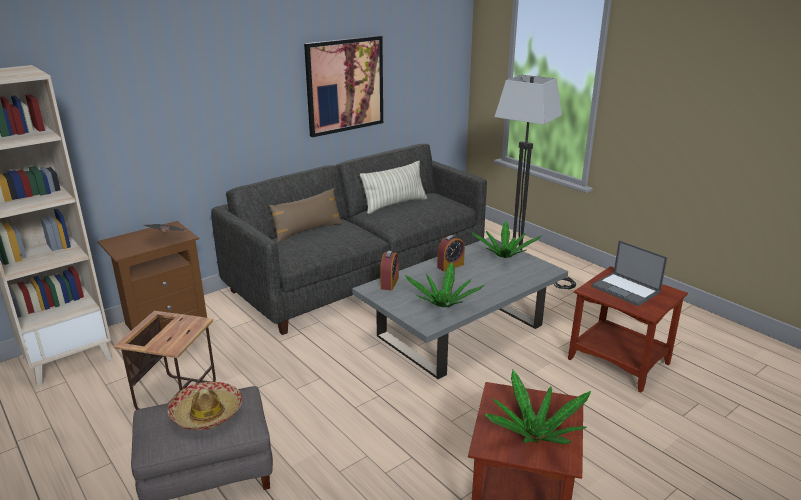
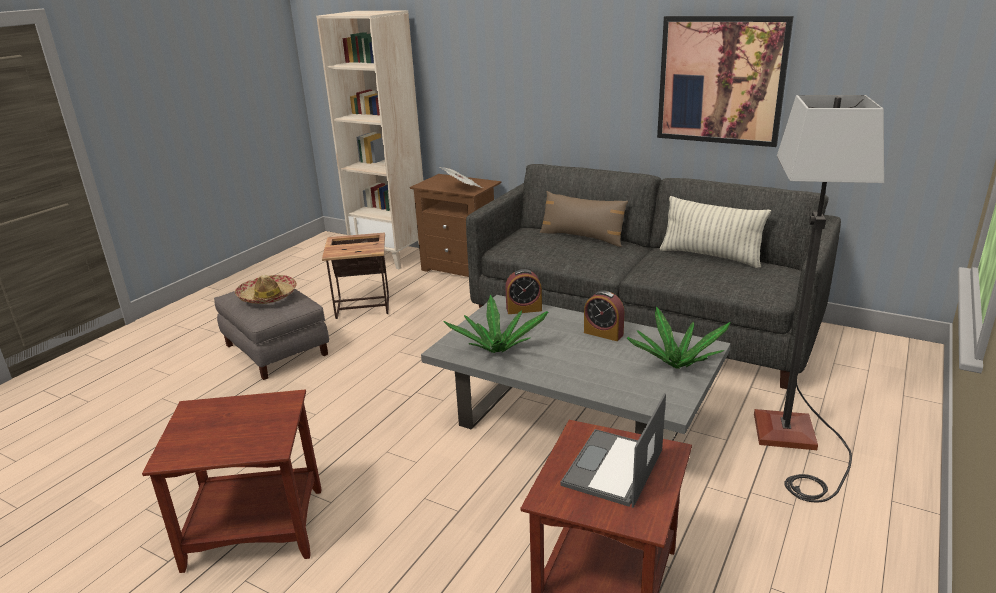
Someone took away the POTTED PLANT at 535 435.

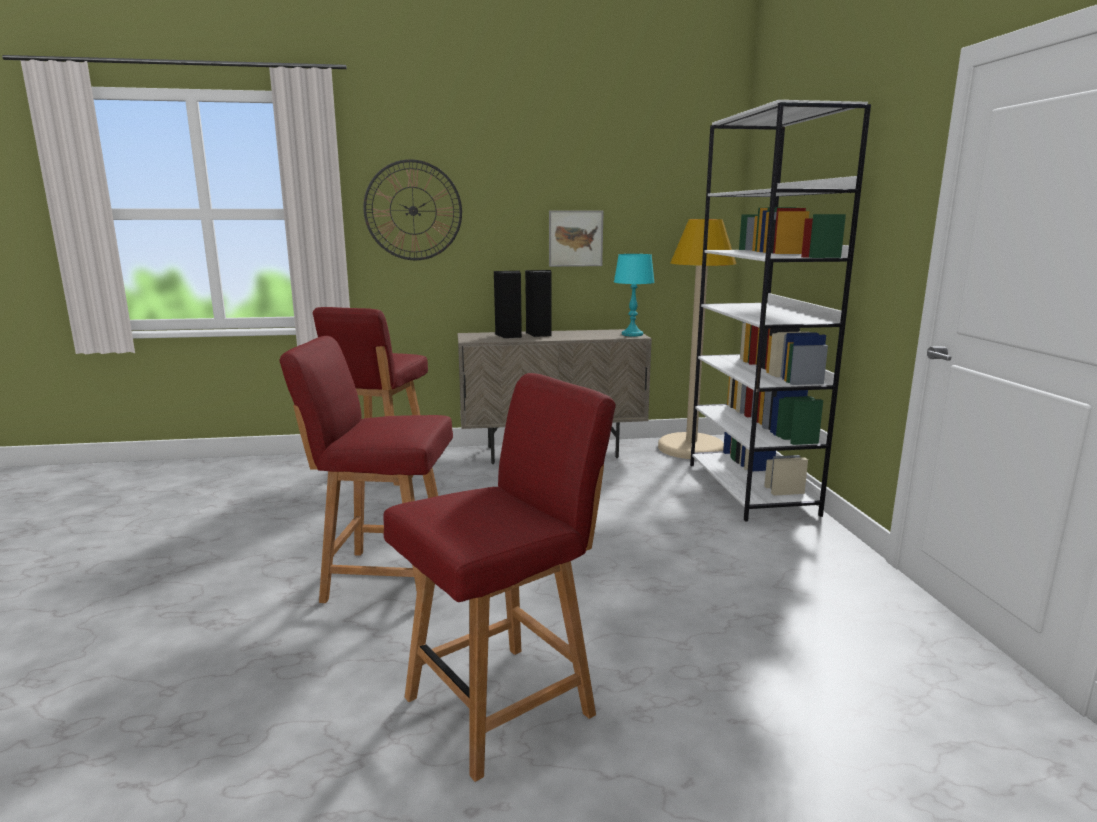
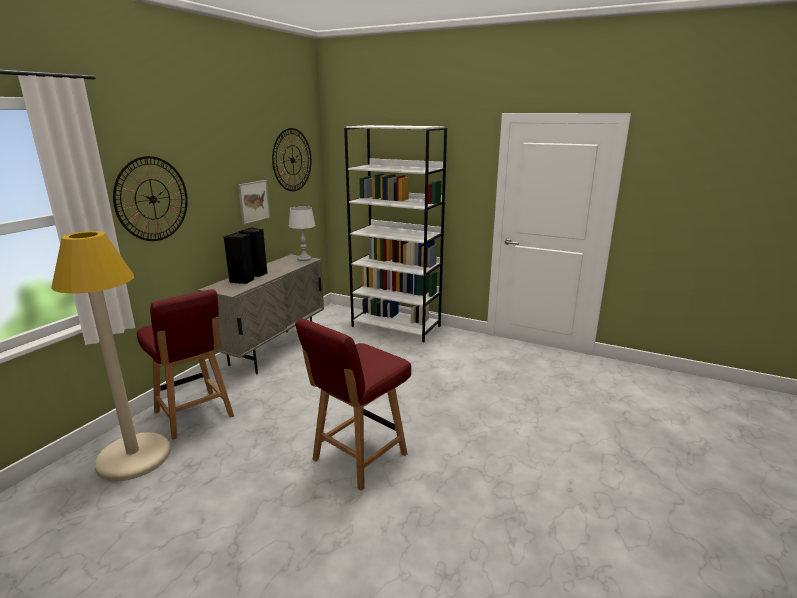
Someone took away the RED-COLOURED UPRIGHT CHAIR at 503 704. Someone repainted the BLUE-GREEN TABLETOP LAMP at 632 334, which became the GREYISH TABLETOP LAMP at 304 259. Someone carried the BEIGE-COLOURED STANDARD LAMP from 690 448 to 133 457. Someone put up the HANGING CLOCK at 292 160.

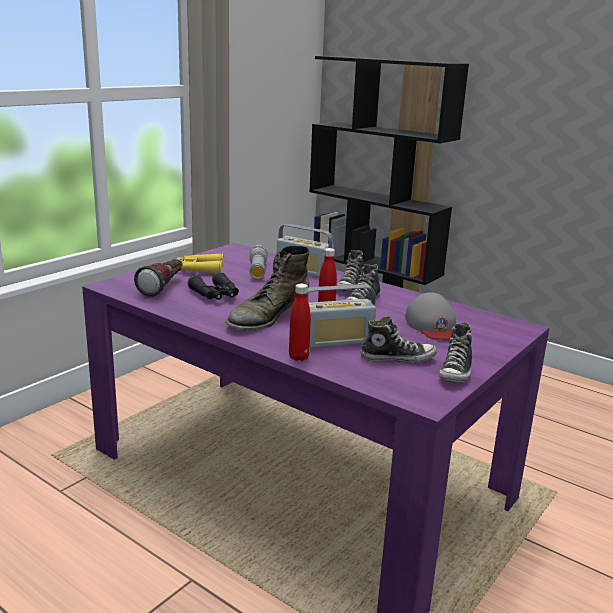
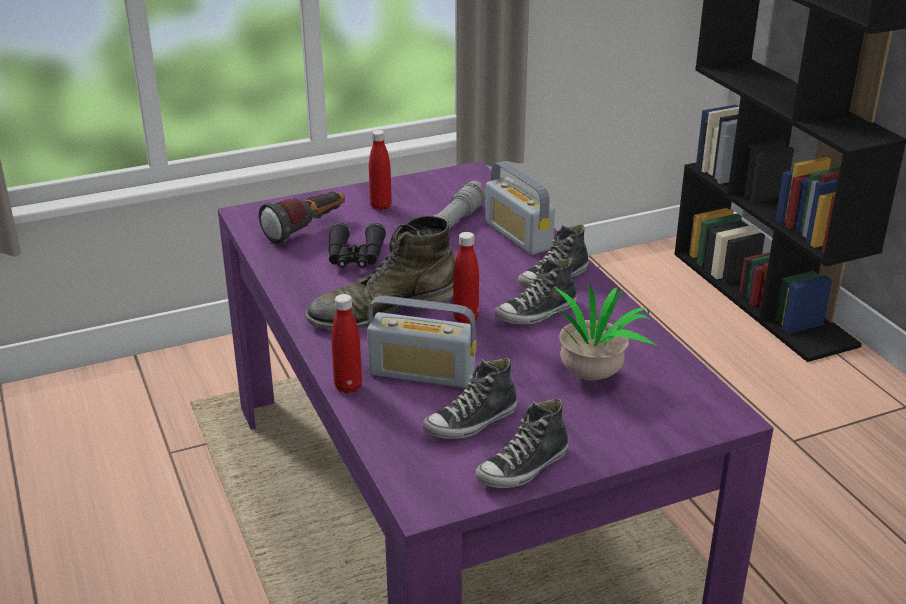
Someone swapped the YELLOW BINOCULARS at 199 270 for the RED-COLOURED BEVERAGE BOTTLE at 381 206. Someone rotated the LOW SHOE at 397 358 by 120 degrees clockwise. Someone swapped the GREYISH BASEBALL CAP at 432 325 for the POTTED PLANT at 588 378.

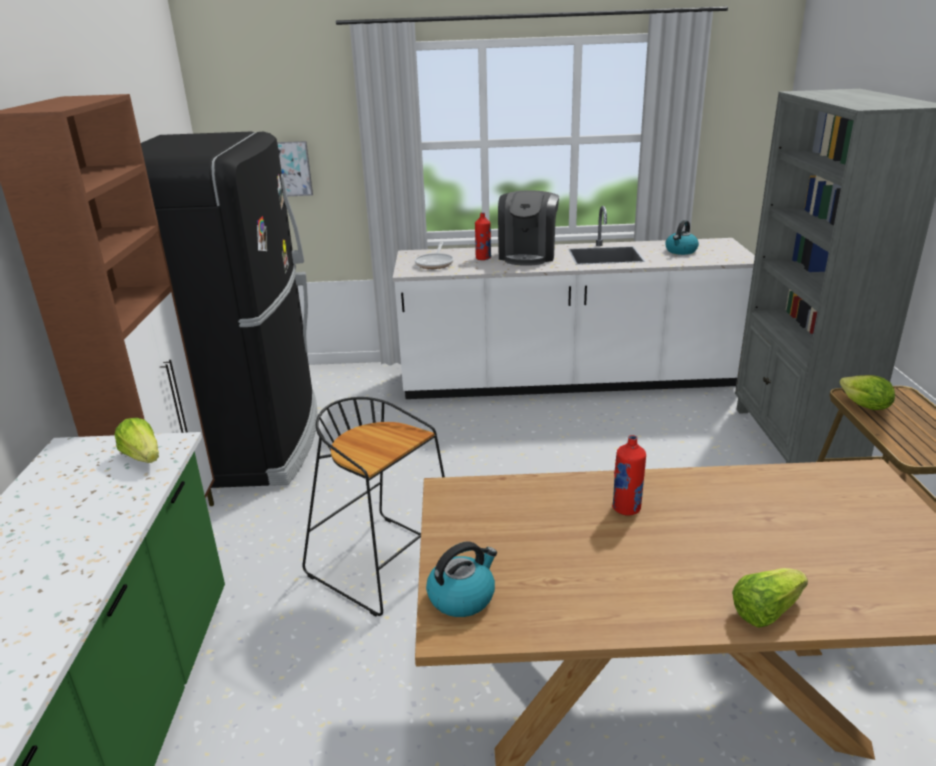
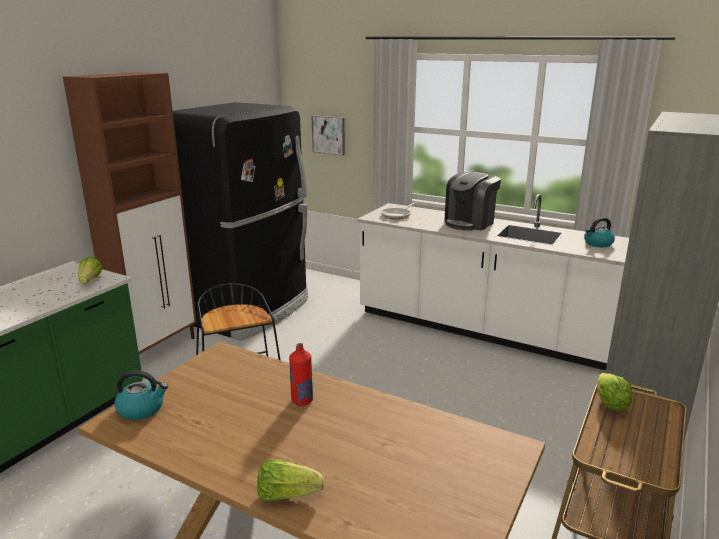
Someone took away the RED-COLOURED BEVERAGE BOTTLE at 483 258.

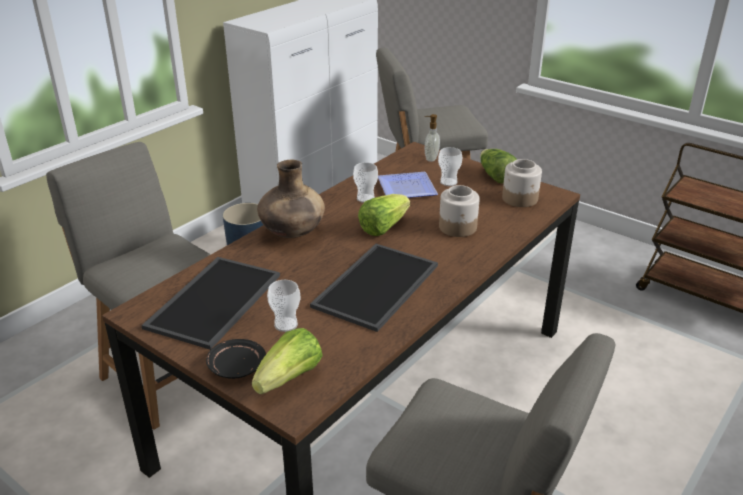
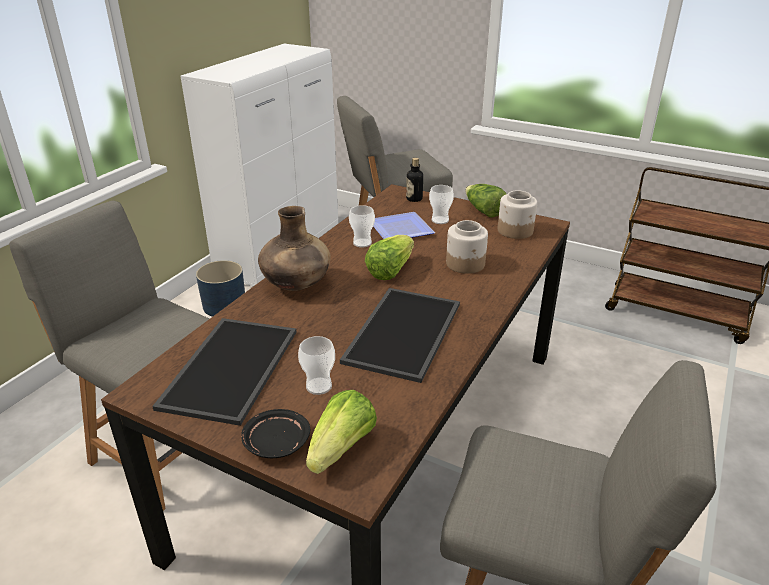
Someone swapped the SOAP DISPENSER at 430 158 for the BEVERAGE BOTTLE at 414 199.

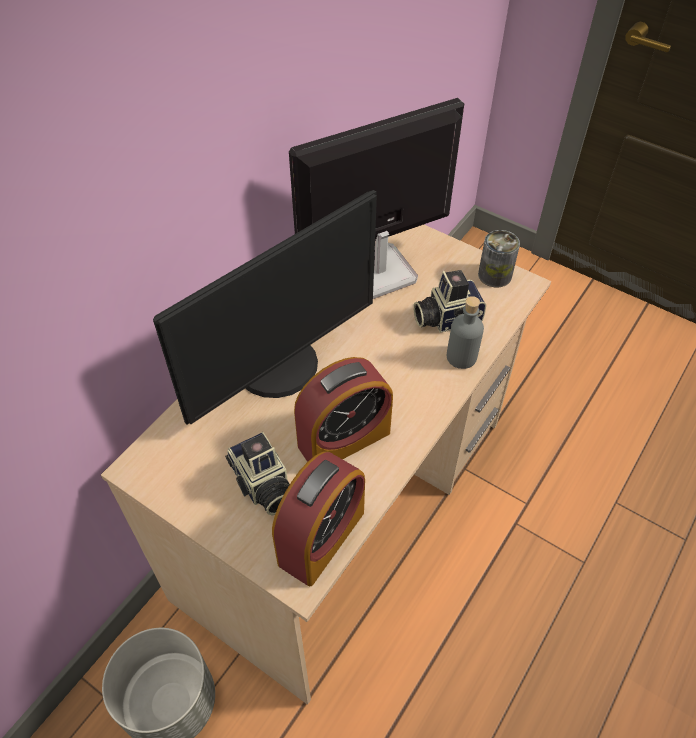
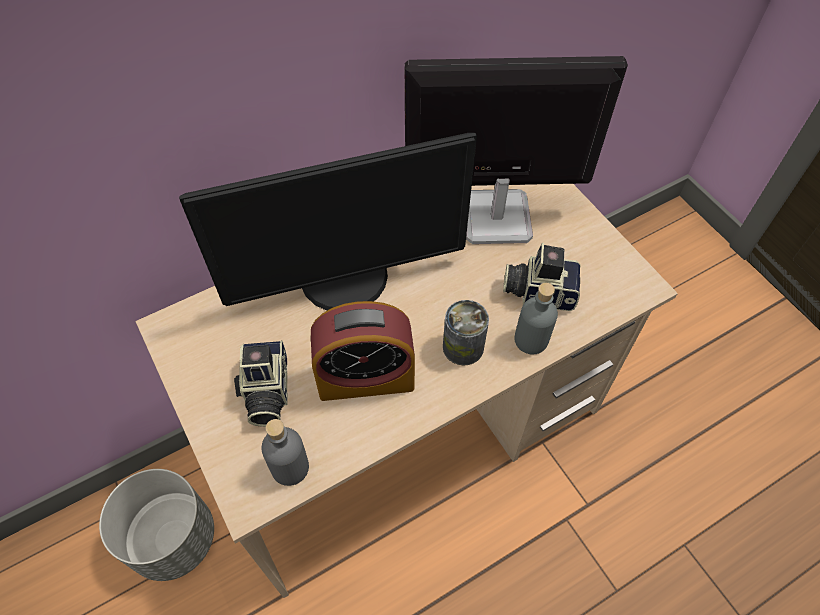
Someone swapped the BEDSIDE CLOCK at 321 537 for the GREYISH BEVERAGE BOTTLE at 290 467. Someone carried the SEALED CAN from 495 275 to 463 347.

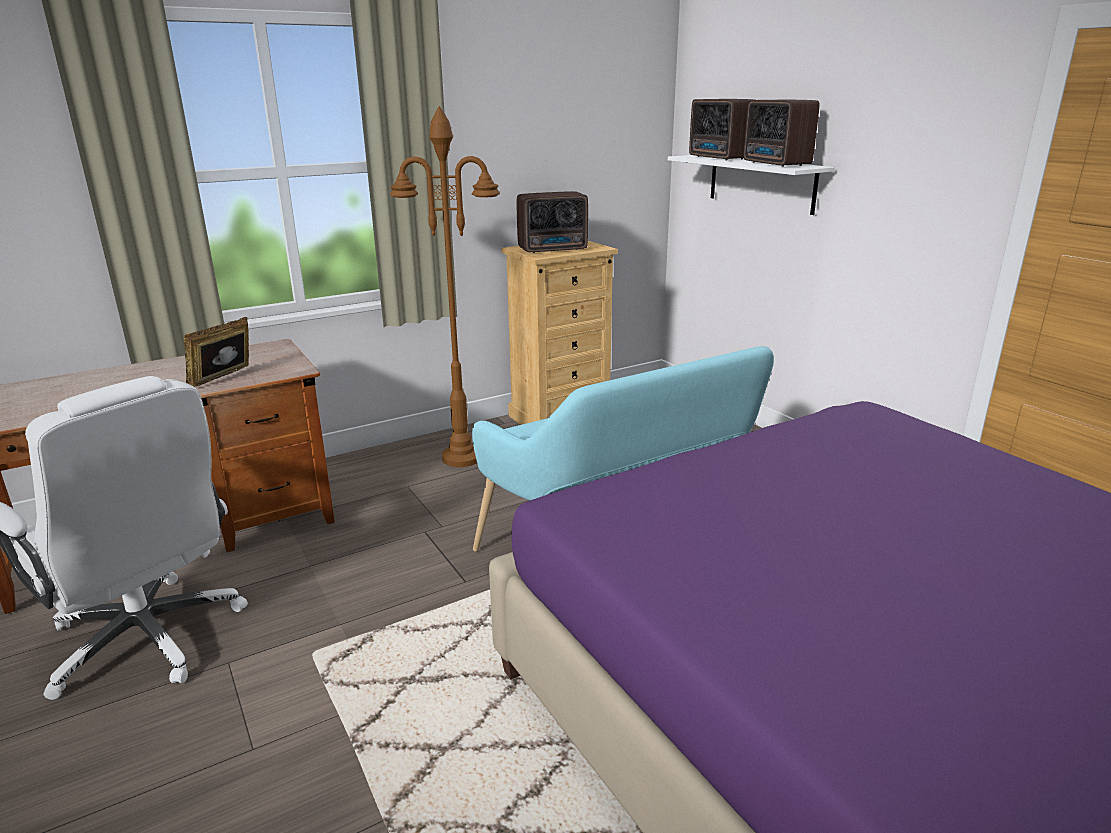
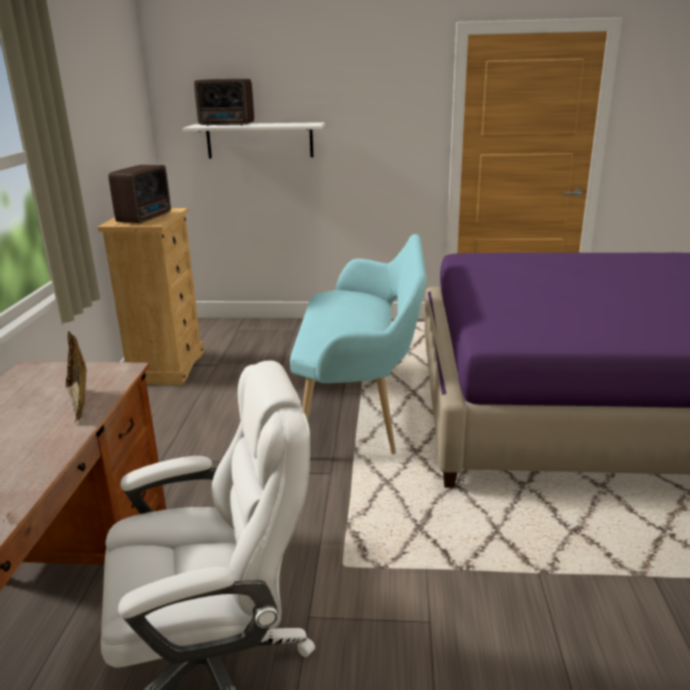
Someone took away the BROWN-COLOURED STANDARD LAMP at 462 458. Someone took away the RADIO RECEIVER at 776 164.

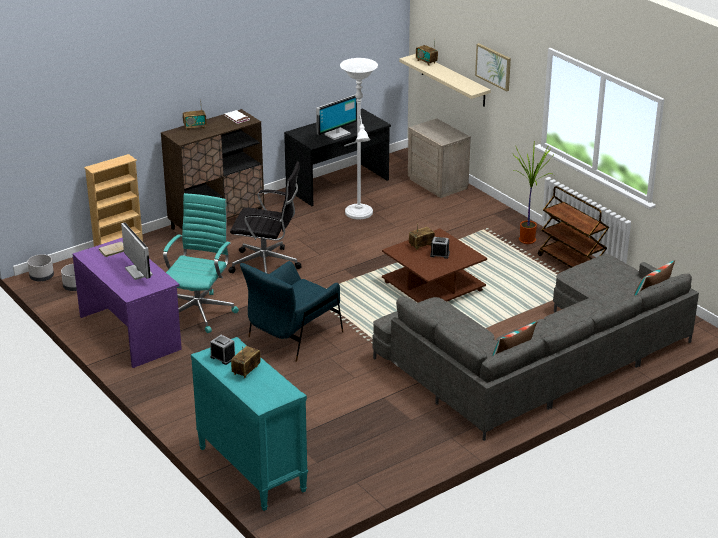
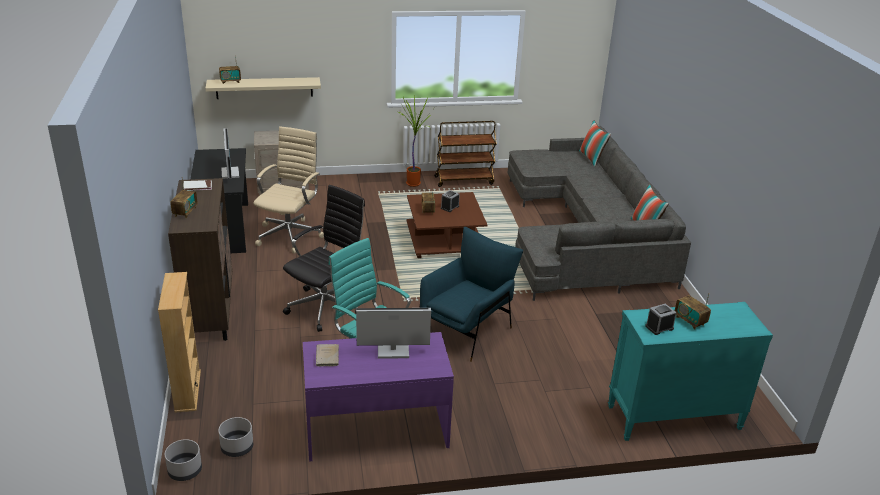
Someone rotated the BLUISH LOUNGE CHAIR at 293 336 by 120 degrees counterclockwise. Someone swapped the WHITE-COLOURED STANDARD LAMP at 359 214 for the BEIGE-COLOURED COMPUTER CHAIR at 290 235. Someone took away the WALL ART at 493 66.

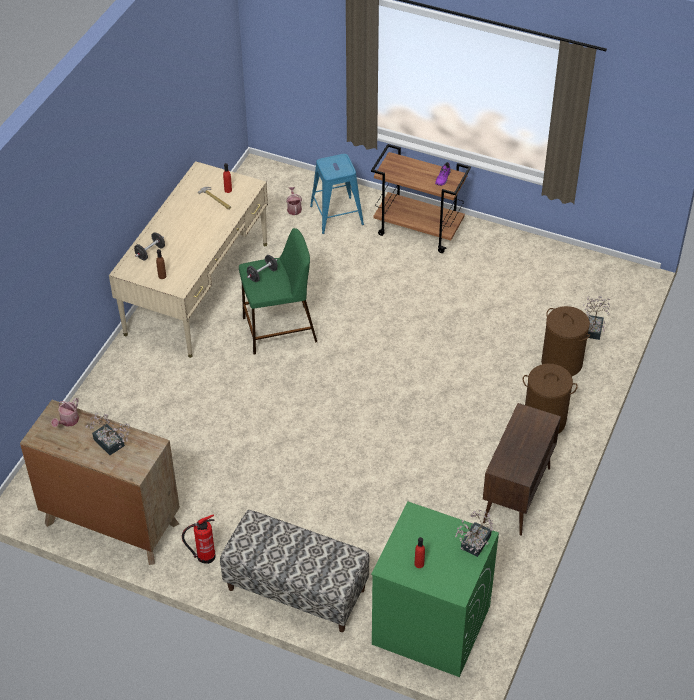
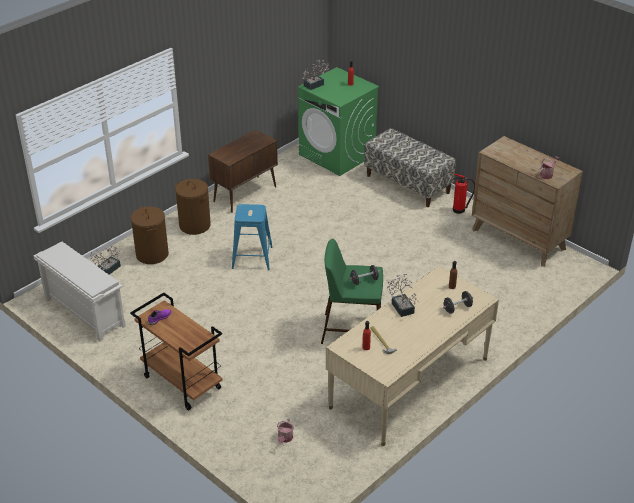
Someone carried the POTTED PLANT from 111 445 to 401 306. Someone carried the BLUISH STOOL SEAT from 337 215 to 252 257. Someone put down the WHITE-COLOURED SHOE RACK at 83 312.

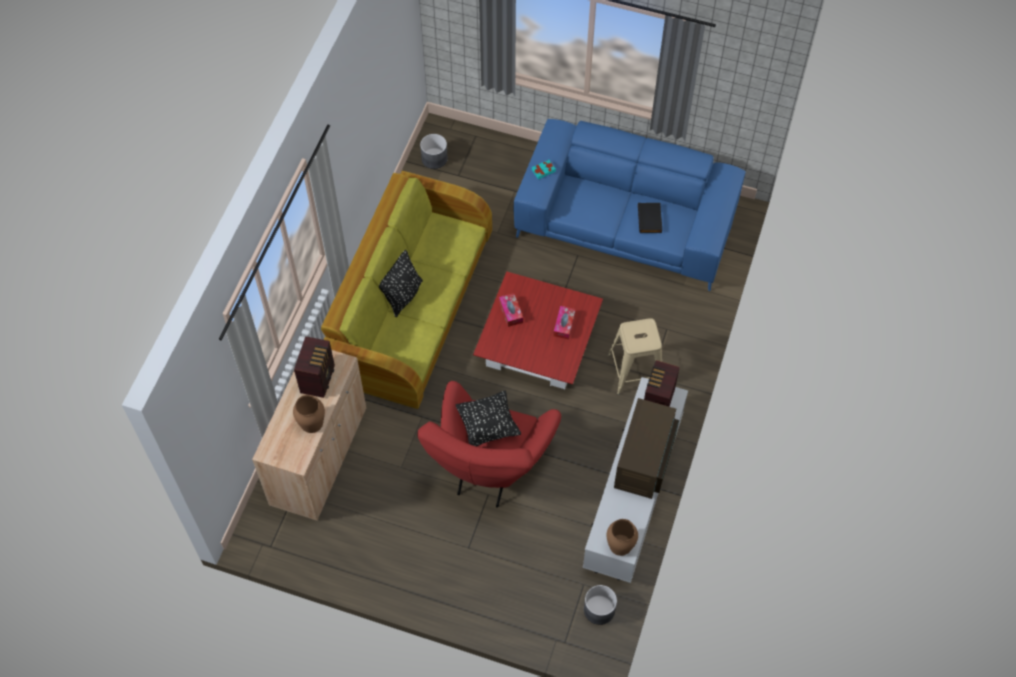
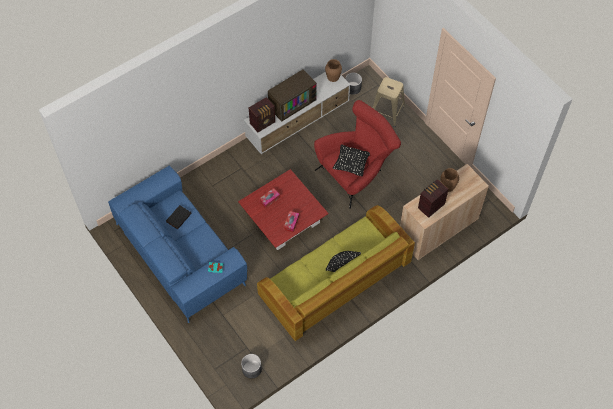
Someone carried the BEIGE-COLOURED STOOL SEAT from 635 370 to 387 112.

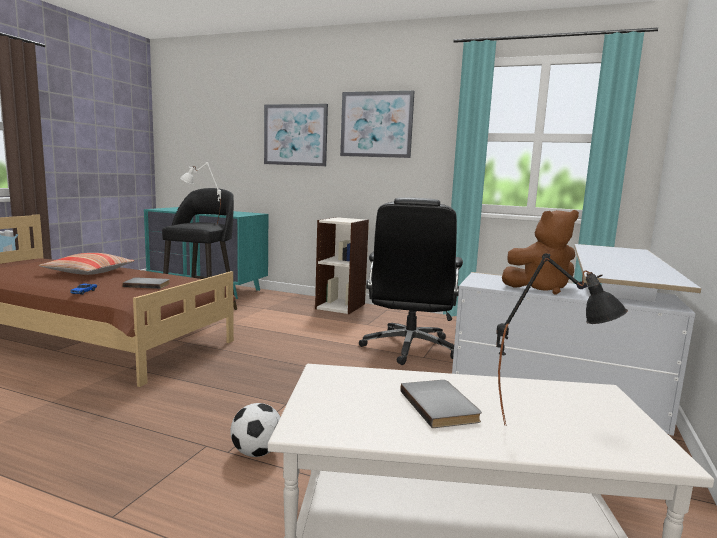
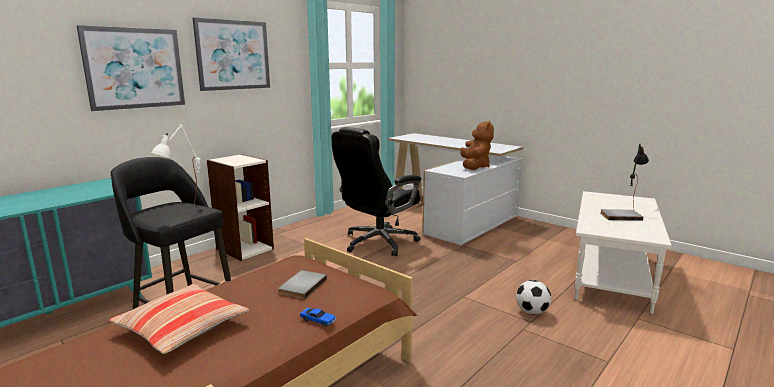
Someone rotated the BLACKISH COMPUTER CHAIR at 409 348 by 105 degrees clockwise.

